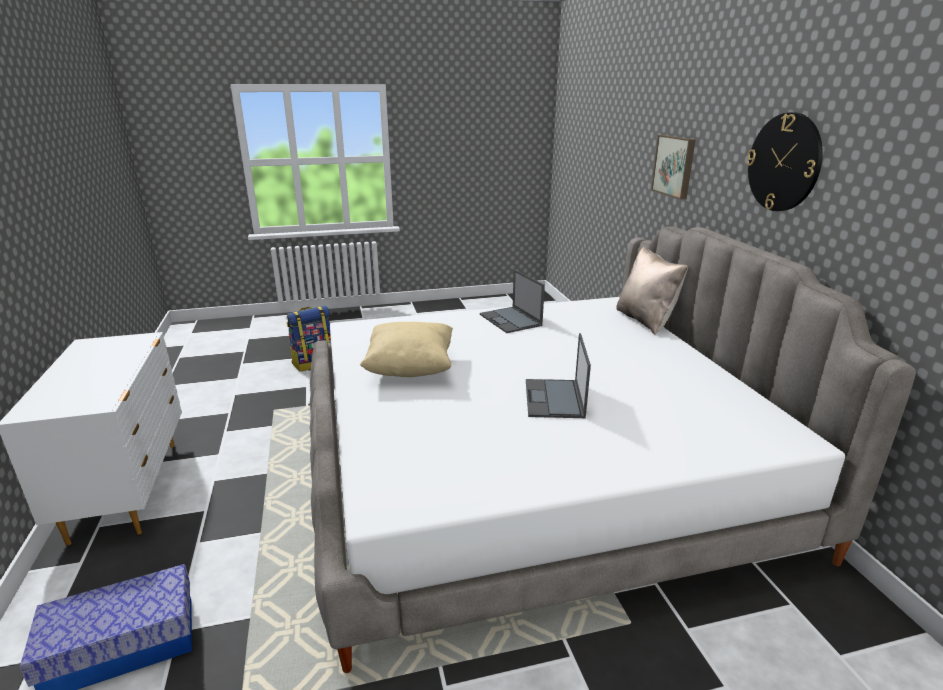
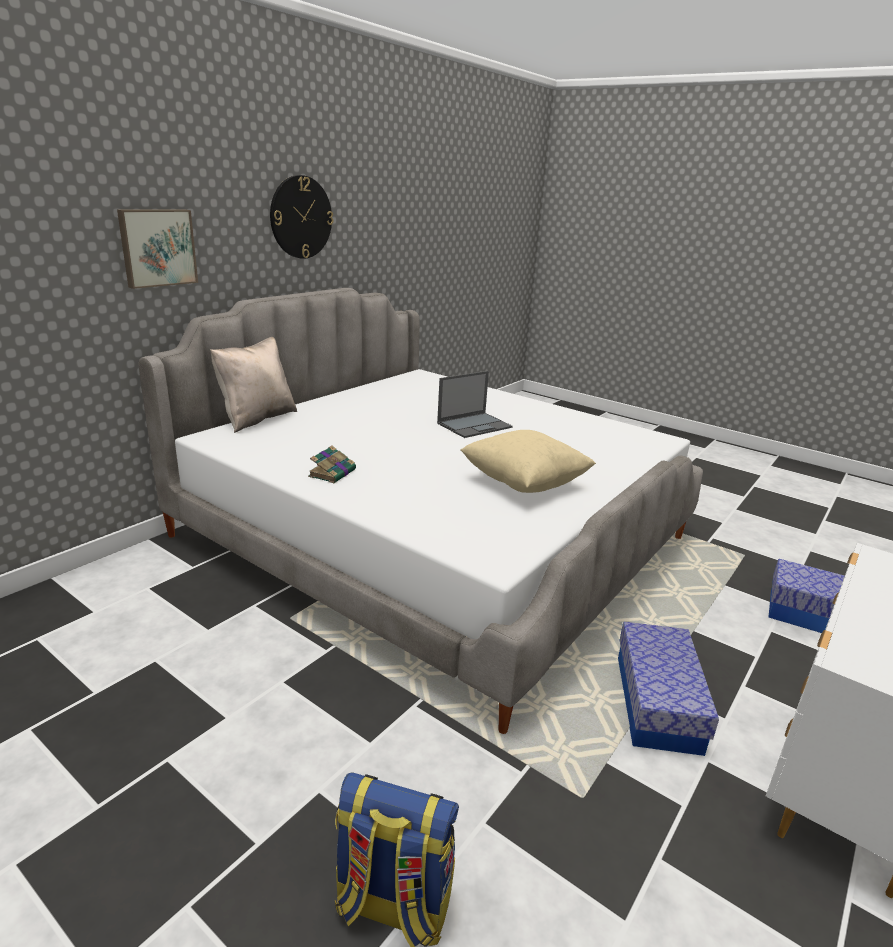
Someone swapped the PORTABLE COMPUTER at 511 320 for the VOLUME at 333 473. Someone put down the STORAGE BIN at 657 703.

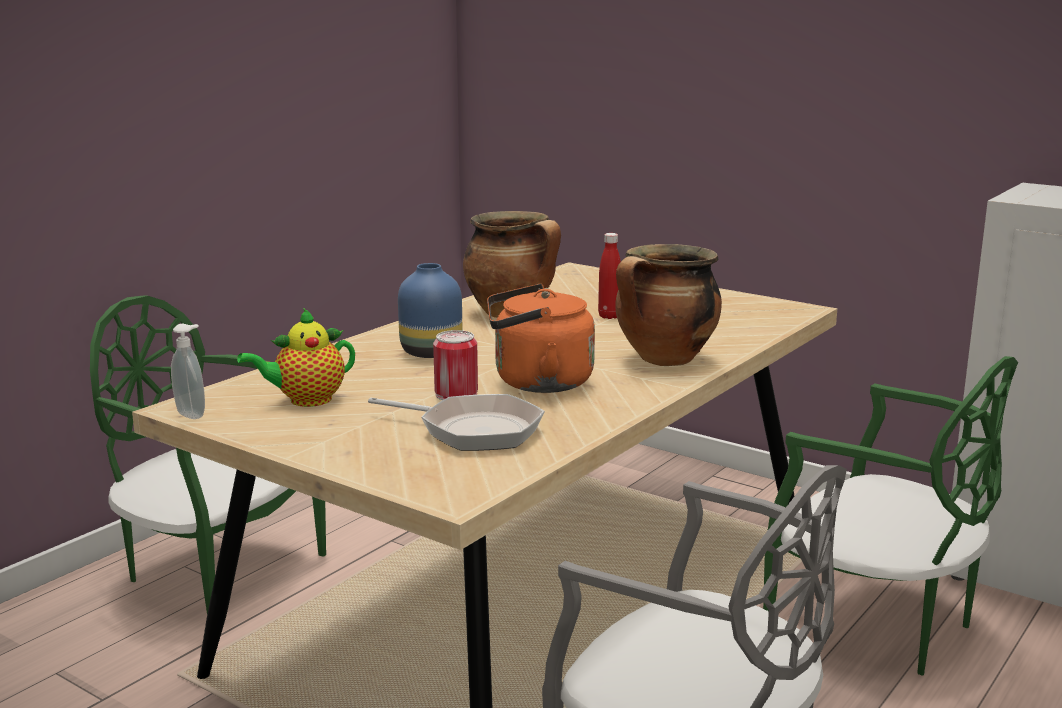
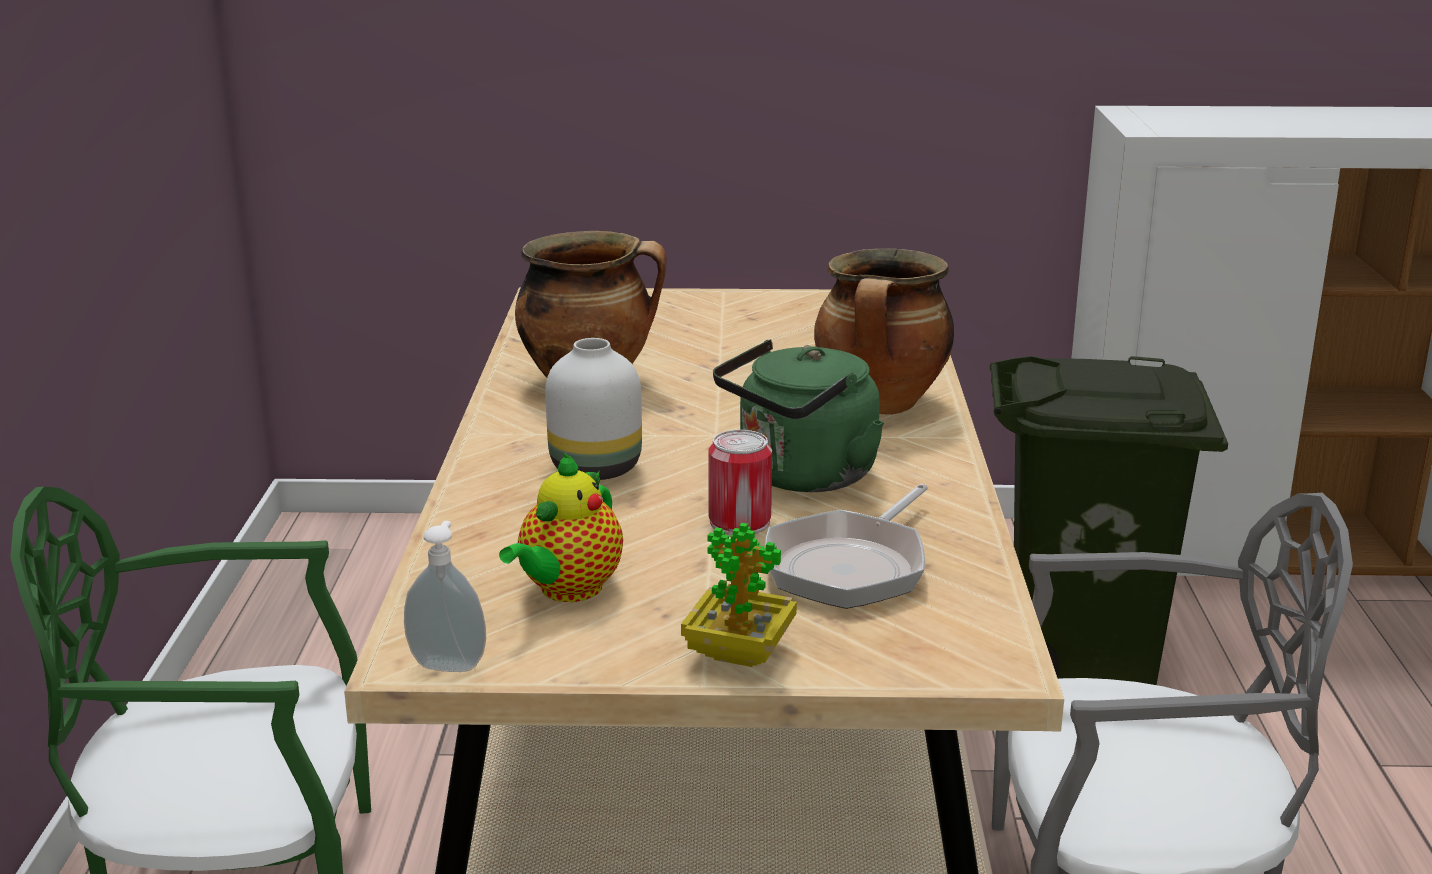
Someone rotated the FRYING PAN at 473 430 by 135 degrees clockwise. Someone repainted the BLUISH FLOWER VASE at 430 352, which became the WHITE-COLOURED FLOWER VASE at 593 468. Someone repainted the ORANGEY TEA KETTLE at 537 383, which became the GREEN TEA KETTLE at 801 477. Someone took away the RED-COLOURED BEVERAGE BOTTLE at 609 316. Someone swapped the GREEN UPRIGHT CHAIR at 877 625 for the GREEN WASTE BIN at 1082 657. Someone put down the POTTED PLANT at 739 653.

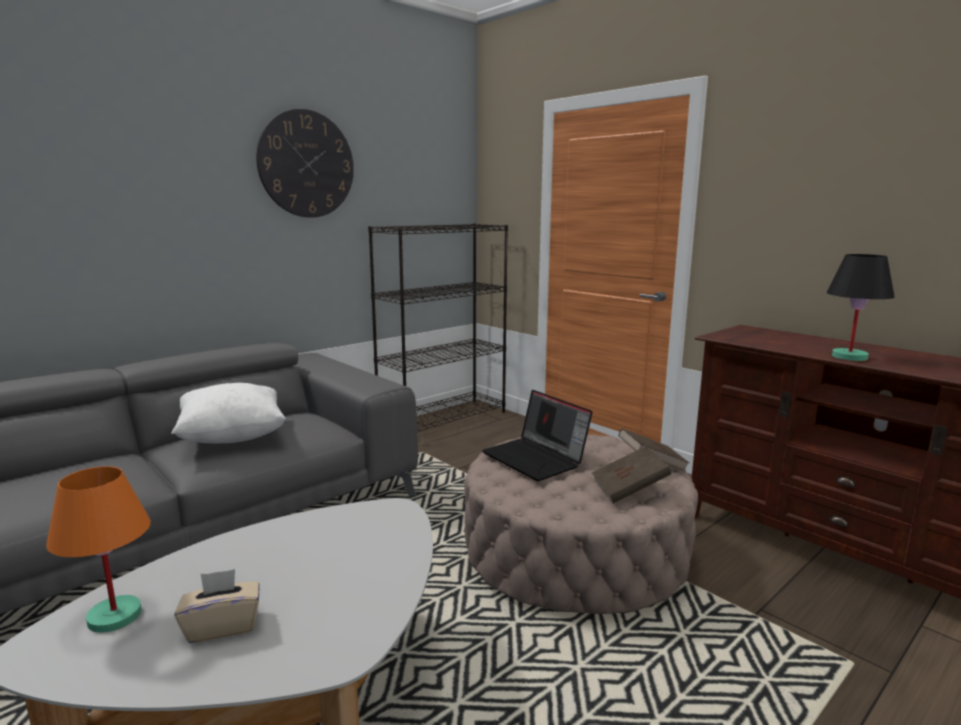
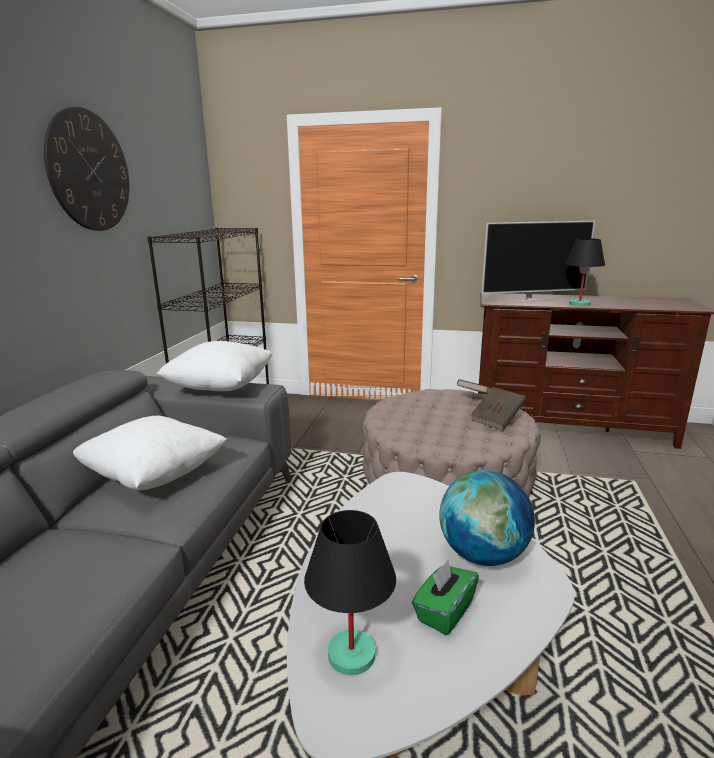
Someone repainted the ORANGEY TABLETOP LAMP at 114 617, which became the BLACKISH TABLETOP LAMP at 352 655. Someone repainted the BEIGE-COLOURED TISSUE HOLDER at 222 626, which became the GREEN TISSUE HOLDER at 444 612. Someone took away the PORTABLE COMPUTER at 536 459. Someone put down the WHITE-COLOURED THROW PILLOW at 220 388. Someone put down the GLOBE at 482 555. Someone put down the TV SET at 530 300.

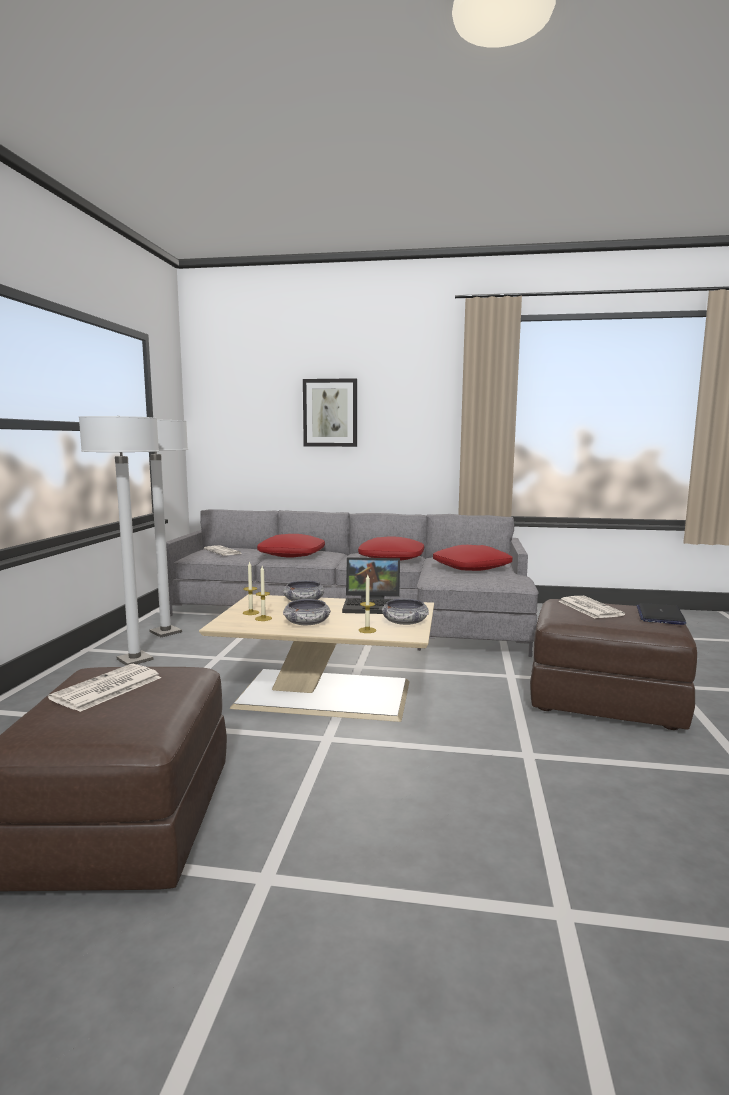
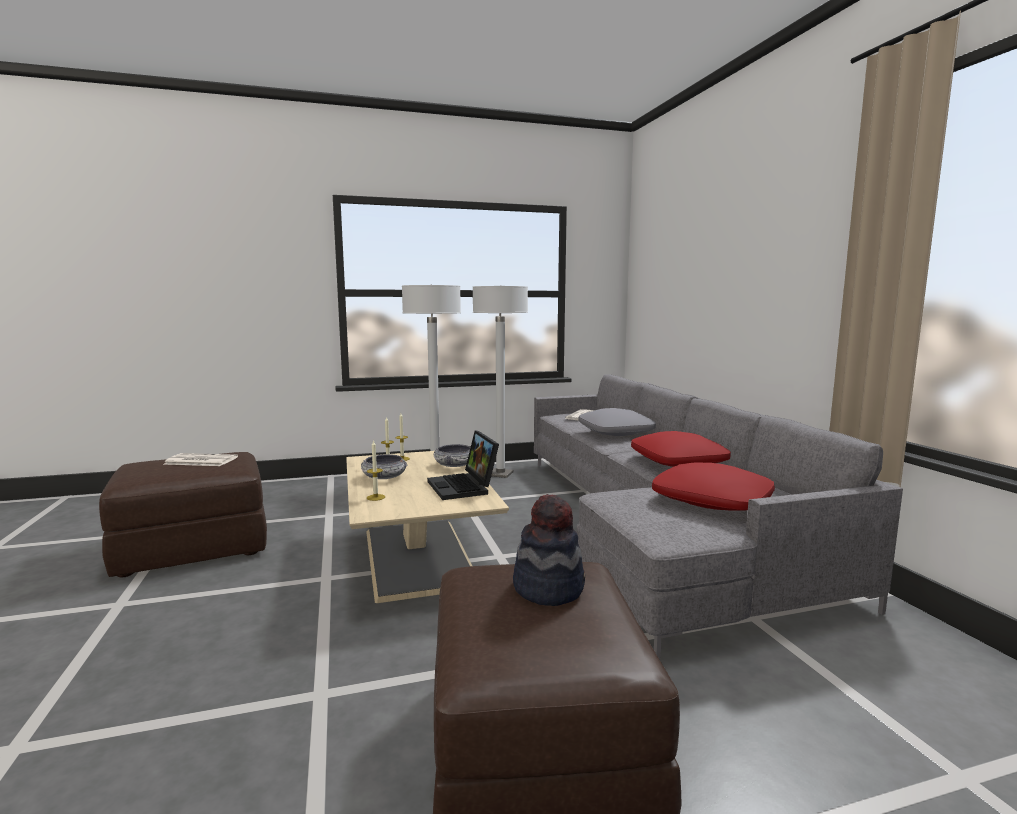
Someone repainted the RED-COLOURED THROW PILLOW at 292 554, which became the GREYISH THROW PILLOW at 616 432. Someone took away the WALL ART at 330 413. Someone took away the DEEP DISH at 405 622. Someone swapped the NEWSPAPER at 589 608 for the WEARABLE HAT at 548 588. Someone took away the PORTABLE COMPUTER at 660 615.

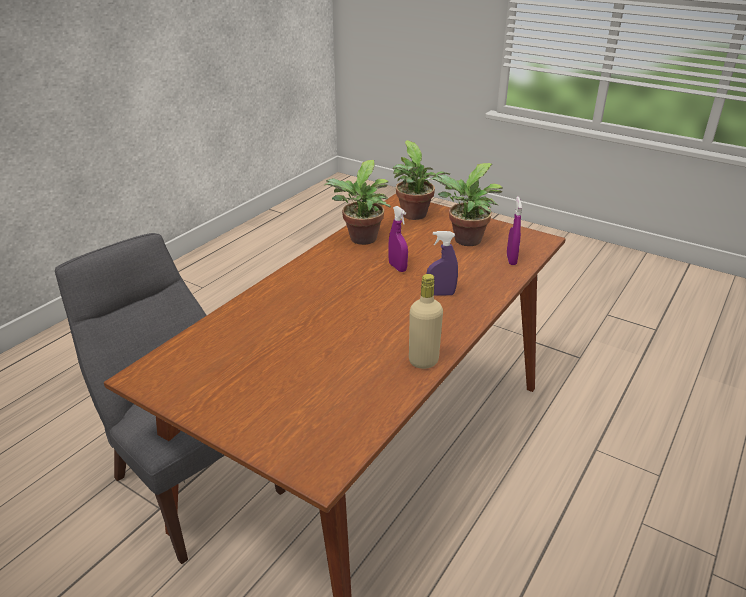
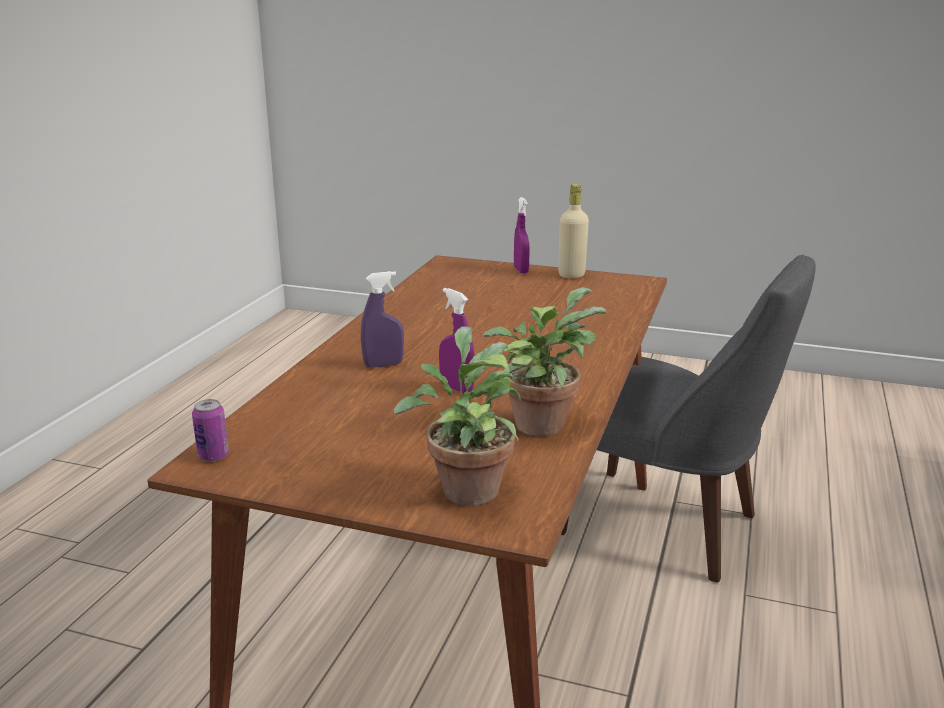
Someone carried the BEIGE-COLOURED BEVERAGE BOTTLE from 423 361 to 571 275. Someone took away the POTTED PLANT at 464 241. Someone carried the PURPLISH HAND SPRAYER from 511 259 to 521 270. Someone put down the SEALED CAN at 213 456.

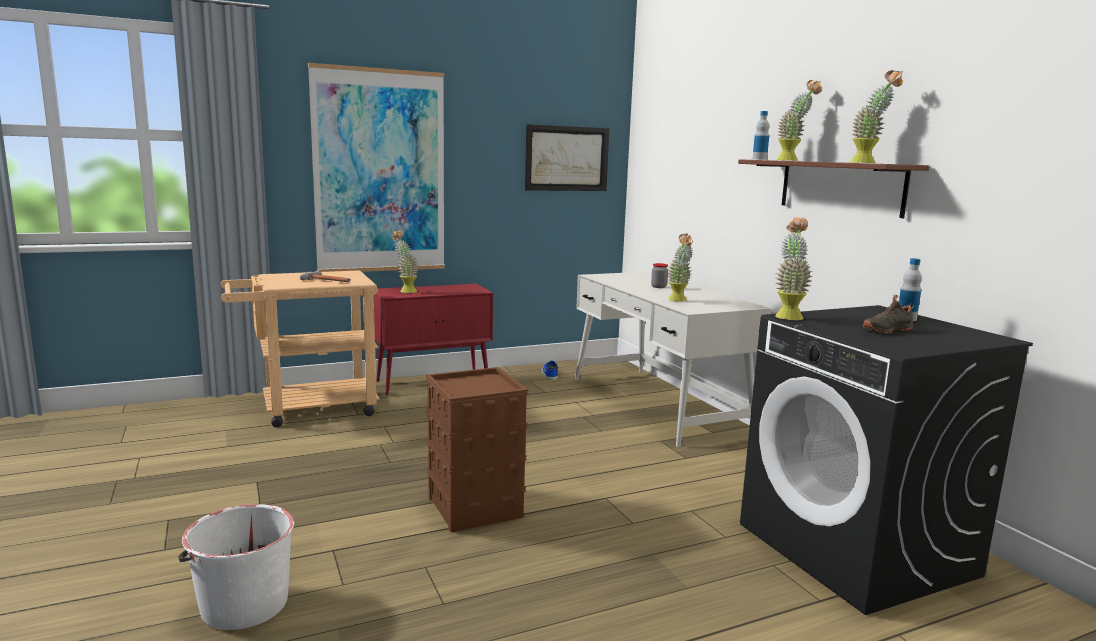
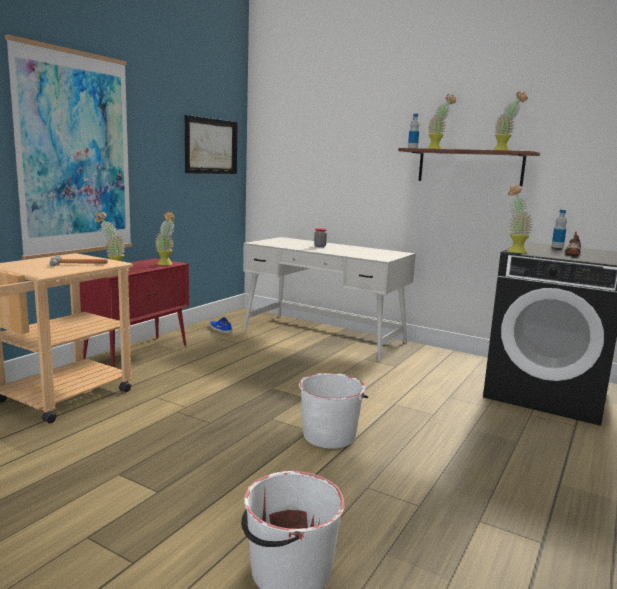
Someone swapped the BROWN-COLOURED STORAGE BIN at 476 507 for the WHITE-COLOURED WATER BUCKET at 329 435. Someone carried the POTTED PLANT from 678 301 to 166 264.

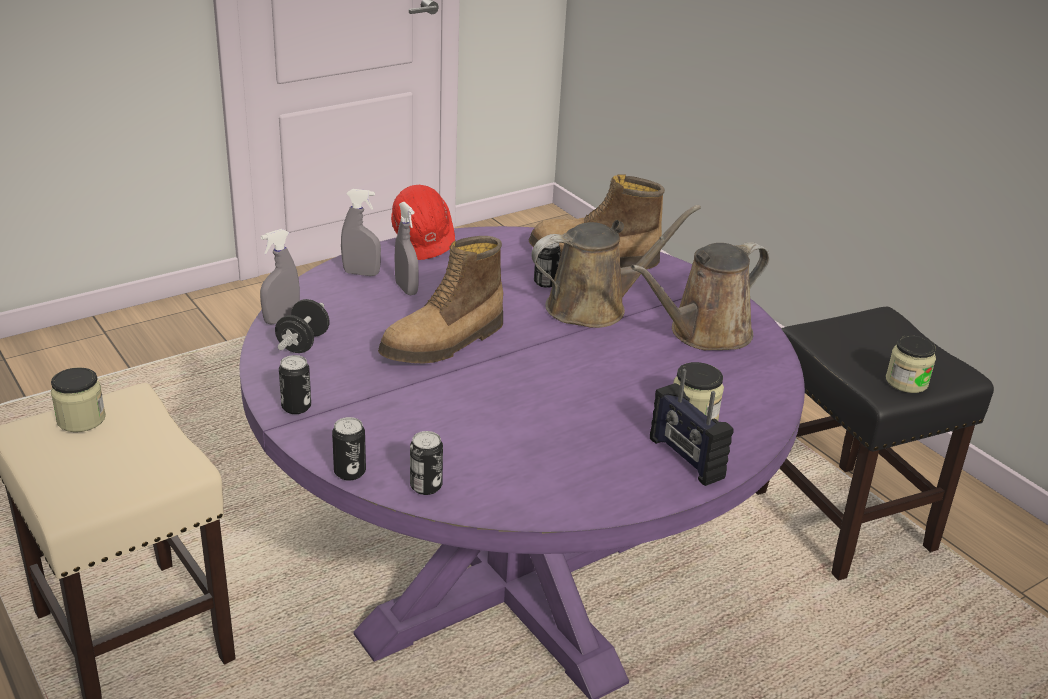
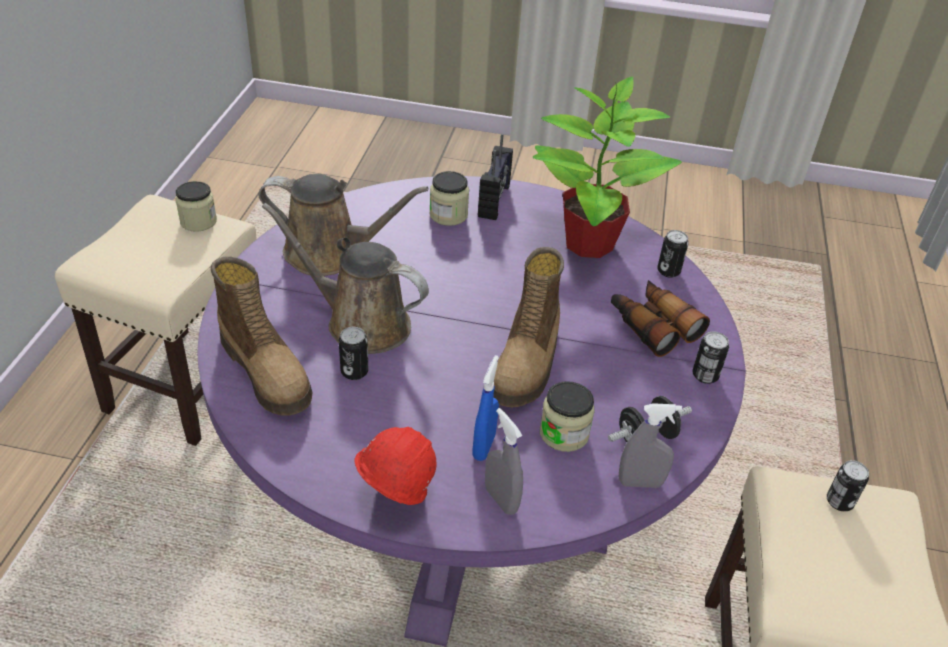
Someone carried the JAR from 81 419 to 564 433. Someone carried the SEALED CAN from 350 472 to 839 502. Someone rotated the TALL BOOT at 445 343 by 105 degrees clockwise. Someone repainted the GREYISH HAND SPRAYER at 406 289, which became the BLUISH HAND SPRAYER at 484 446. Someone repainted the BLACKISH STOOL SEAT at 844 520, which became the BEIGE-COLOURED STOOL SEAT at 188 383. Someone put down the POTTED PLANT at 587 243. Someone put down the BINOCULARS at 652 325.

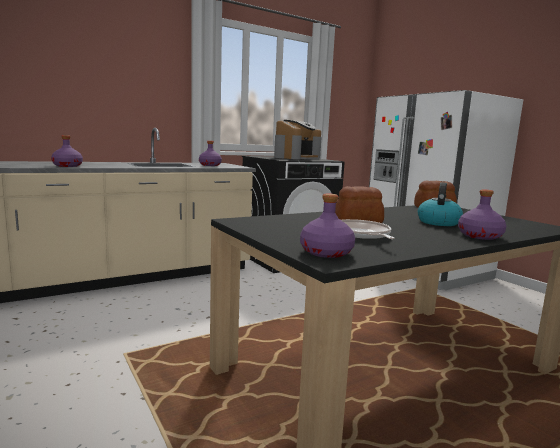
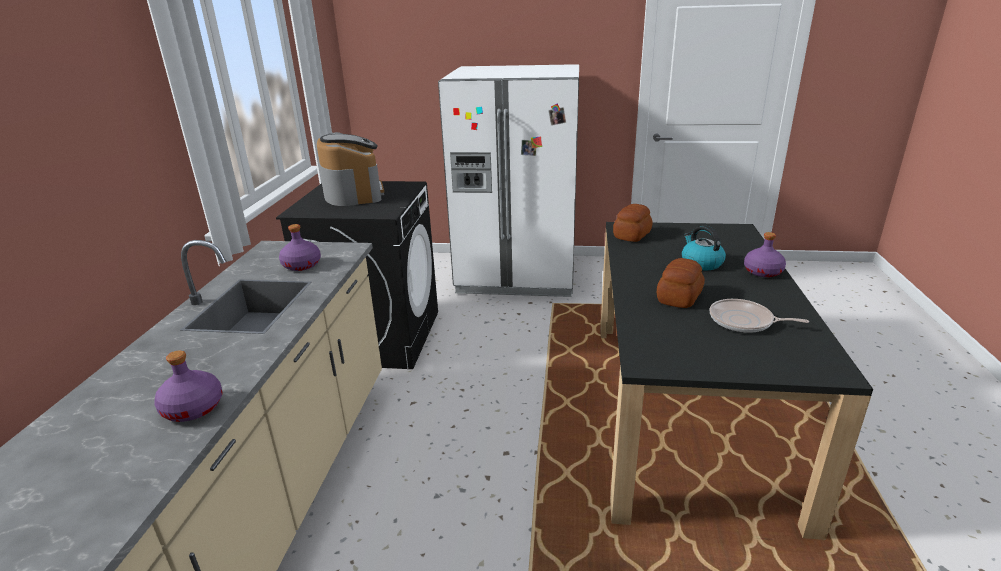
Someone took away the PURPLISH BEVERAGE BOTTLE at 325 252.

